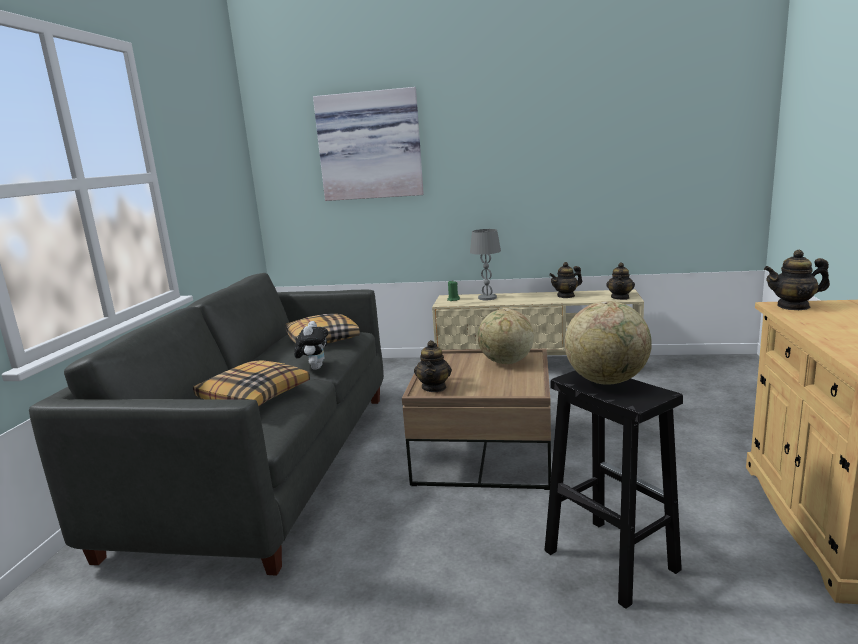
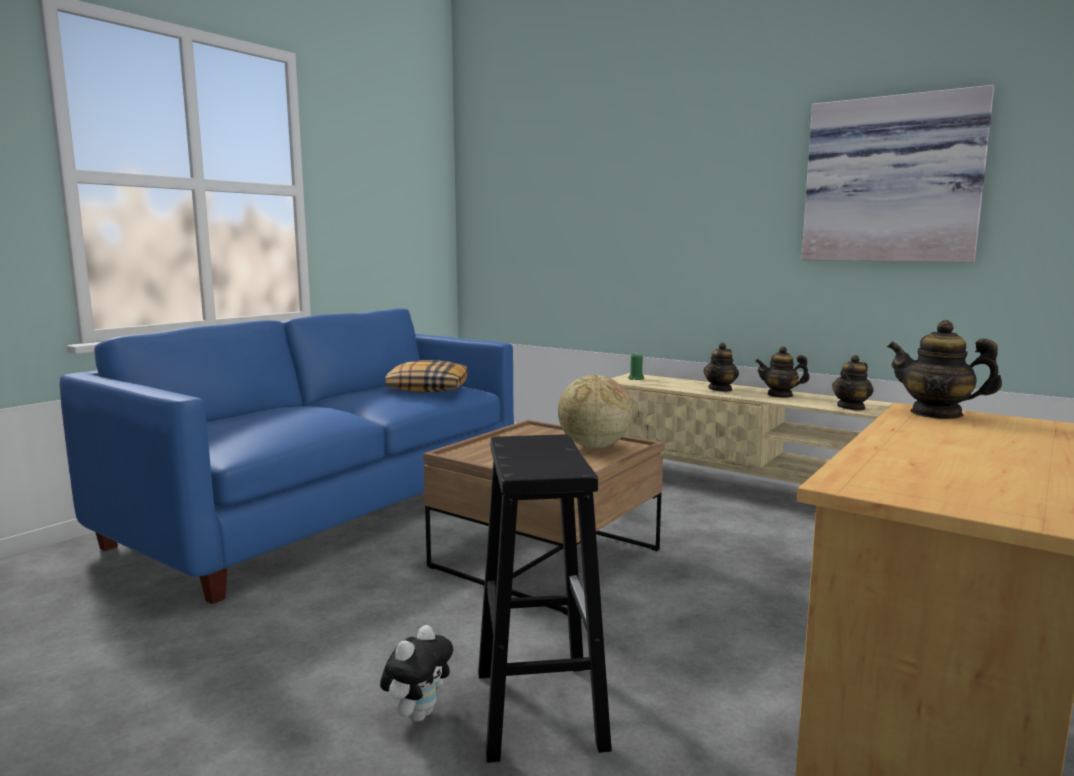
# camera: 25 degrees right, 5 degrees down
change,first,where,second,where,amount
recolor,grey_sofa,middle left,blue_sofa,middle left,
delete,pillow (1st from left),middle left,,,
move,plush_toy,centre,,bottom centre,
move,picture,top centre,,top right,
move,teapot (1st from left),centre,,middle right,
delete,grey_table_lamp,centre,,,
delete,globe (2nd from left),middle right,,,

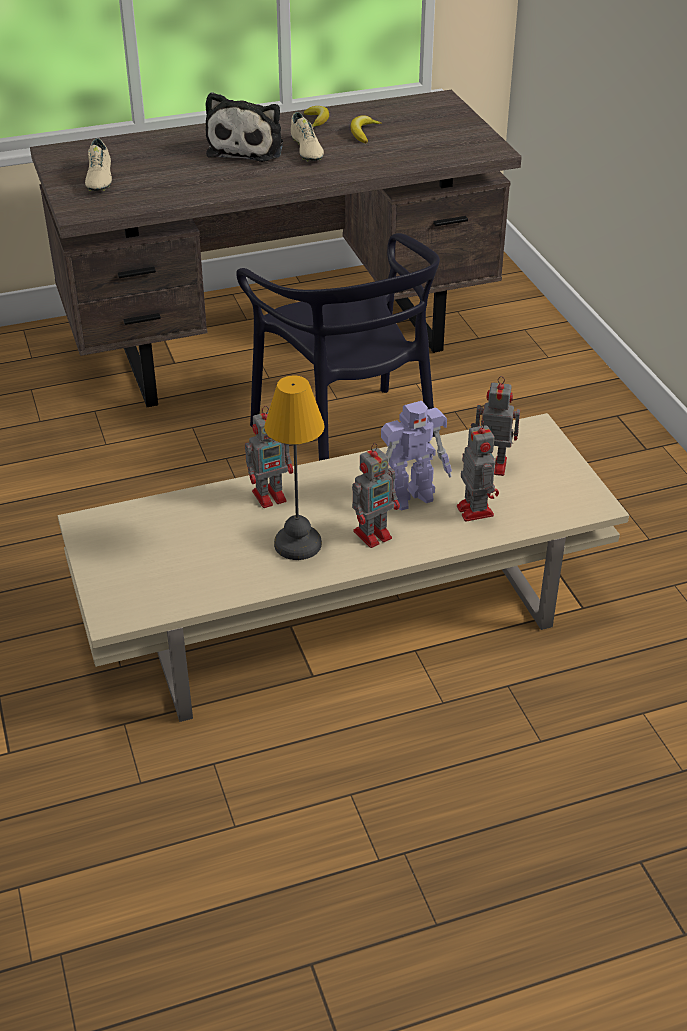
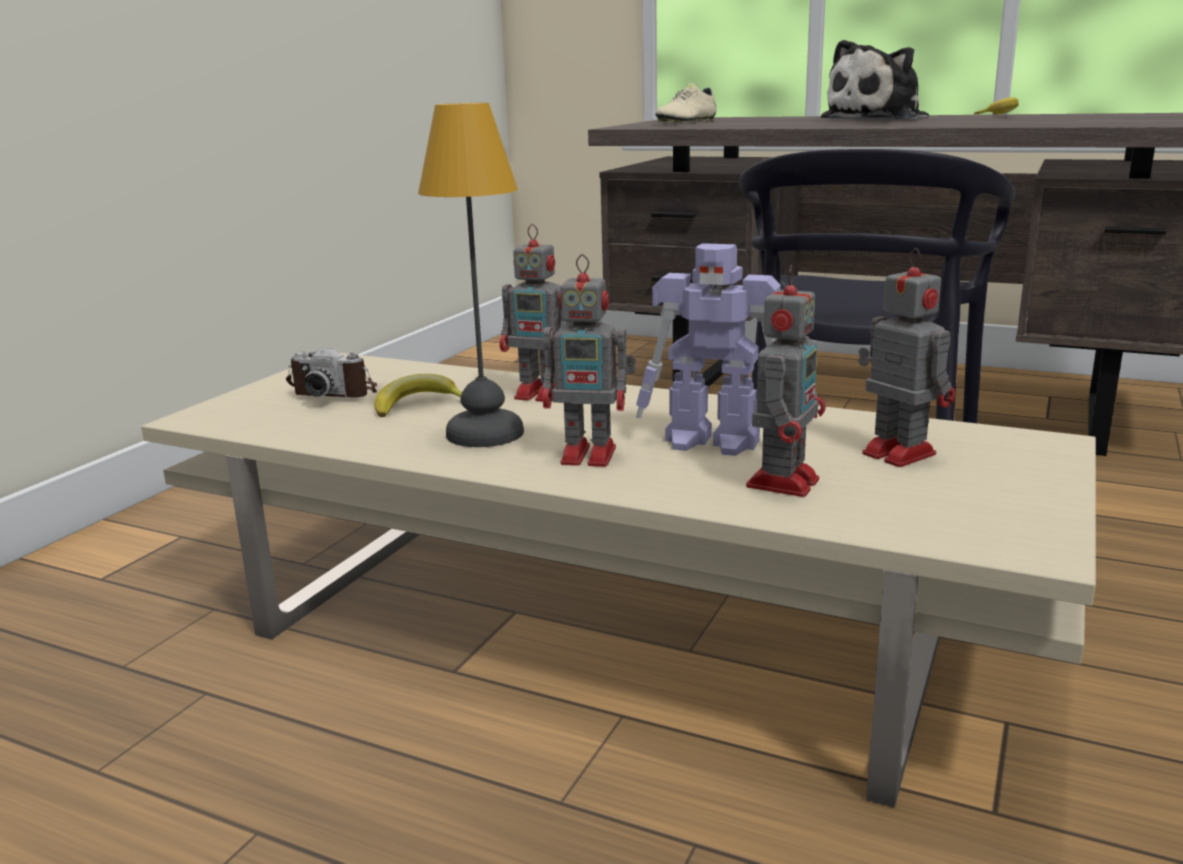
# camera: 45 degrees right, 20 degrees down
change,first,where,second,where,amount
delete,beige_shoe (2nd from left),top centre,,,
move,banana (2nd from left in the first image),top centre,banana (1st from left),centre,
insert,,,photo_camera,middle left,

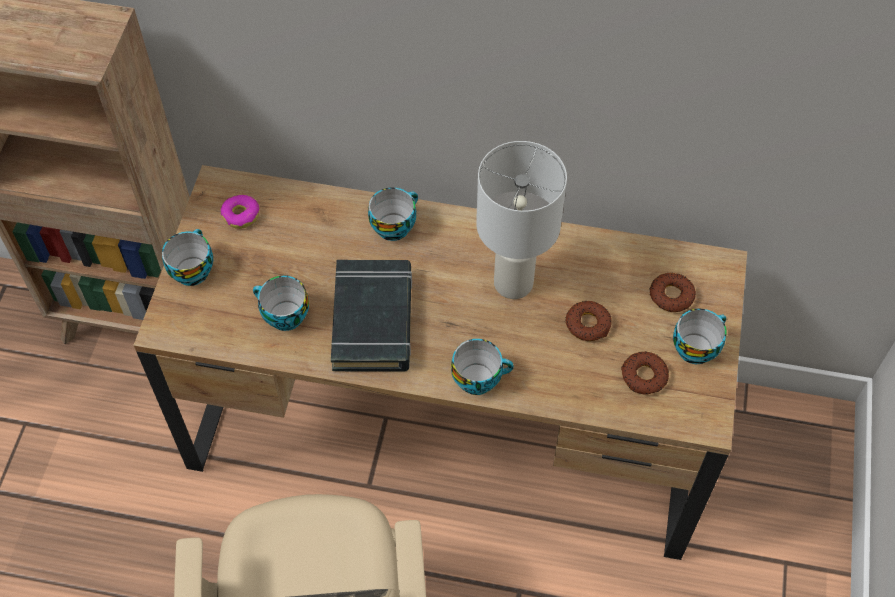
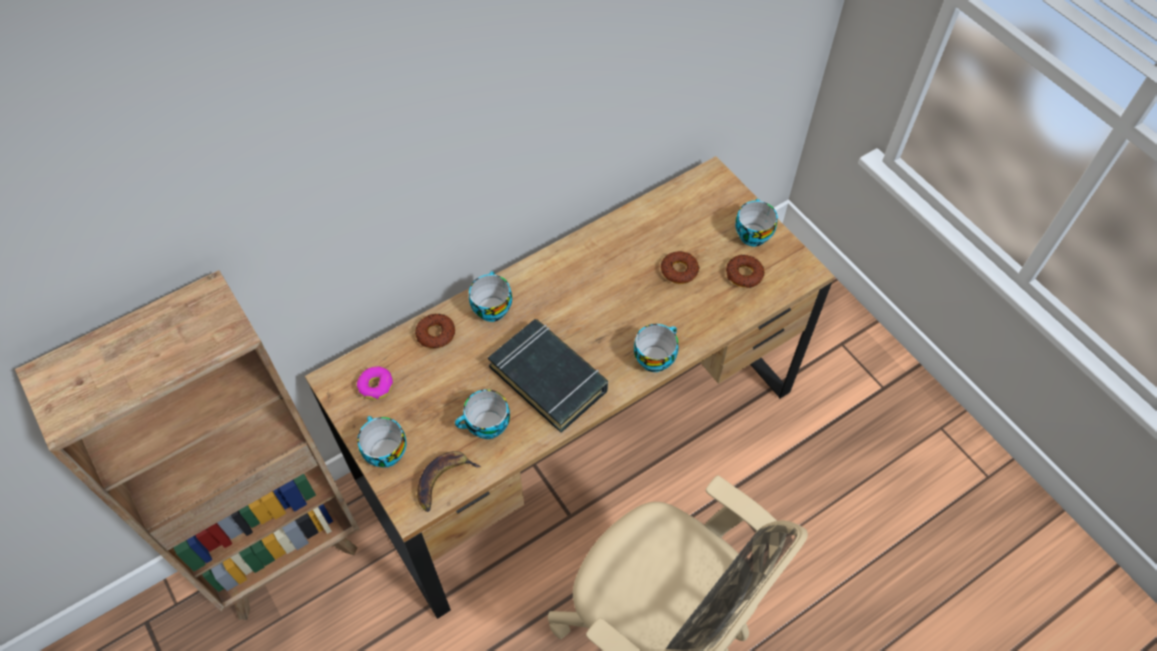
# camera: 45 degrees left, 0 degrees up
change,first,where,second,where,amount
delete,white_table_lamp,centre,,,
move,donut (4th from left in the first image),middle right,donut (2nd from left),centre,
insert,,,banana,bottom centre,

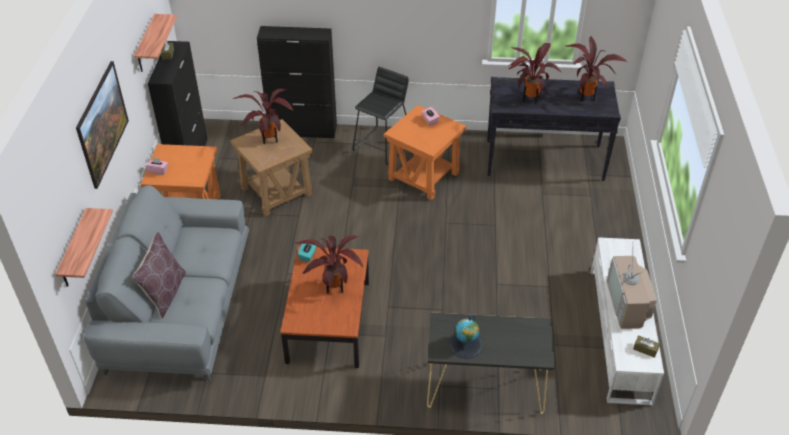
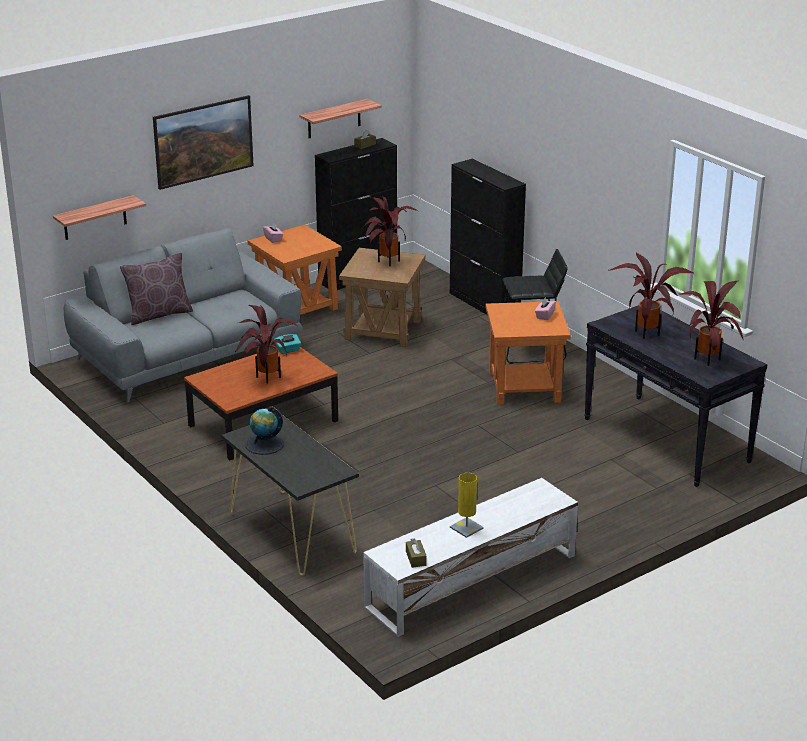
# camera: 50 degrees right, 15 degrees down
change,first,where,second,where,amount
replace,television,bottom right,yellow_table_lamp,bottom centre,

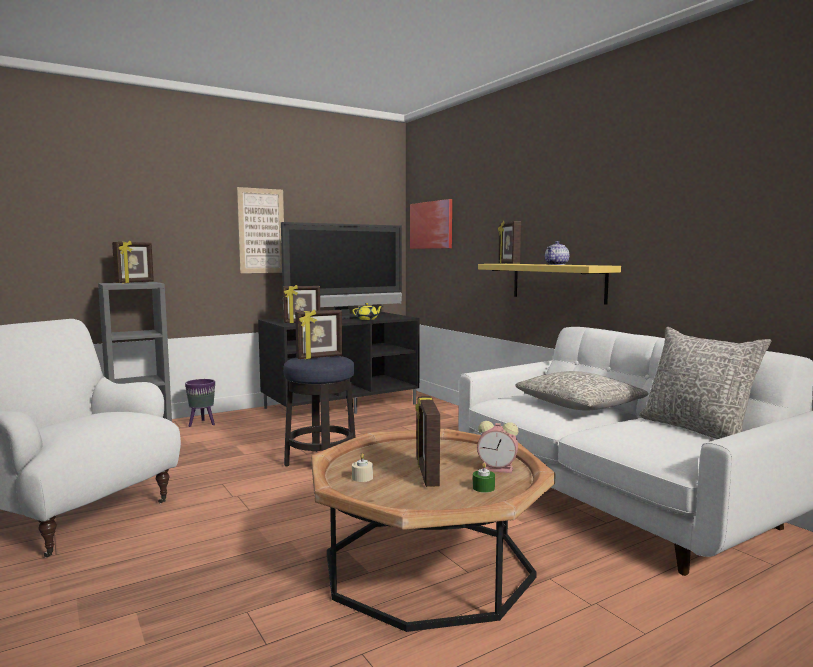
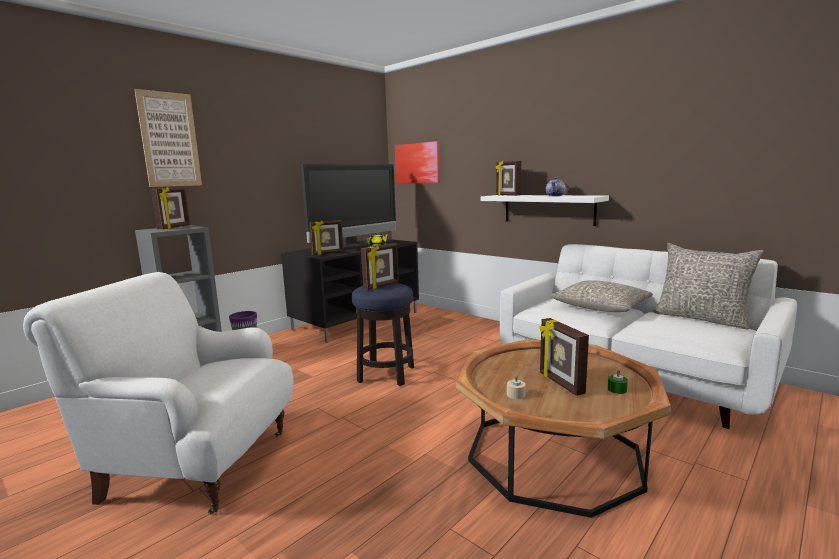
# camera: 15 degrees left, 5 degrees up
change,first,where,second,where,amount
move,picture (1st from left),middle left,,top left,
delete,alarm_clock,bottom centre,,,
recolor,yellow_shelf,middle right,white_shelf,centre,

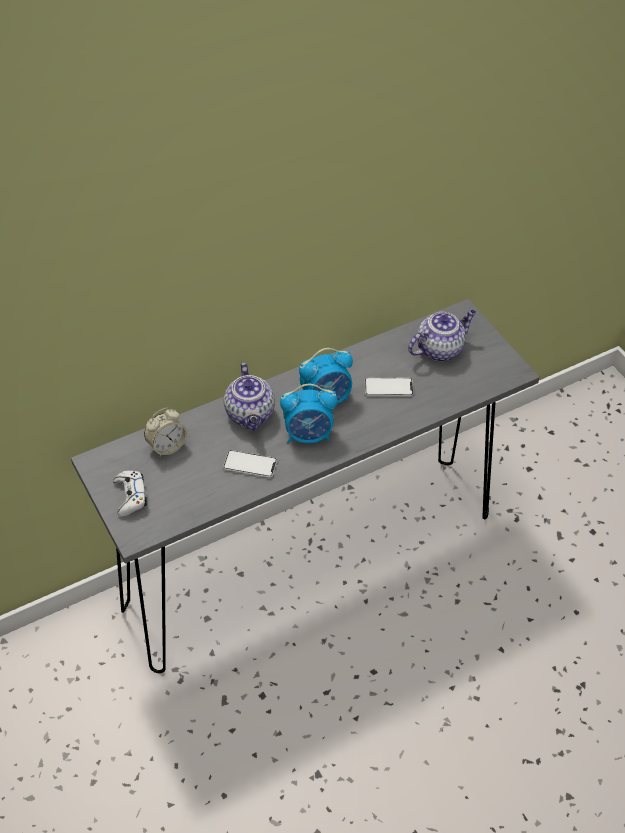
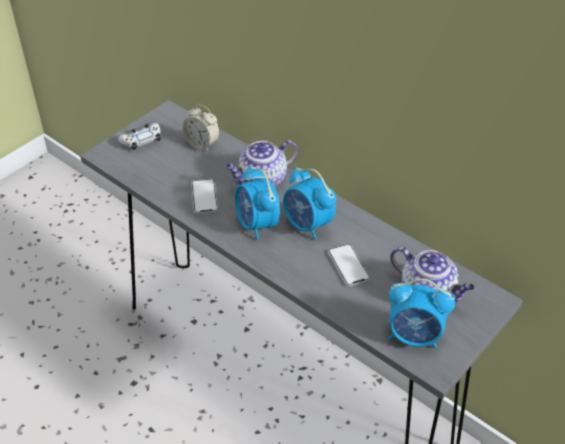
# camera: 70 degrees right, 5 degrees down
change,first,where,second,where,amount
insert,,,alarm_clock (4th from left),bottom right,

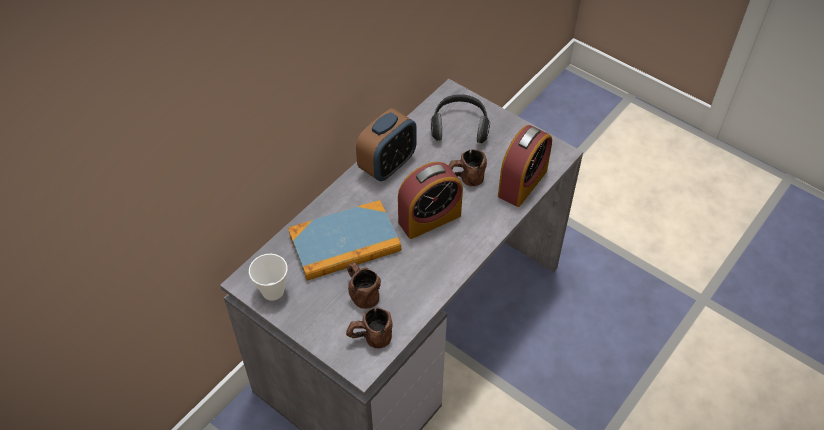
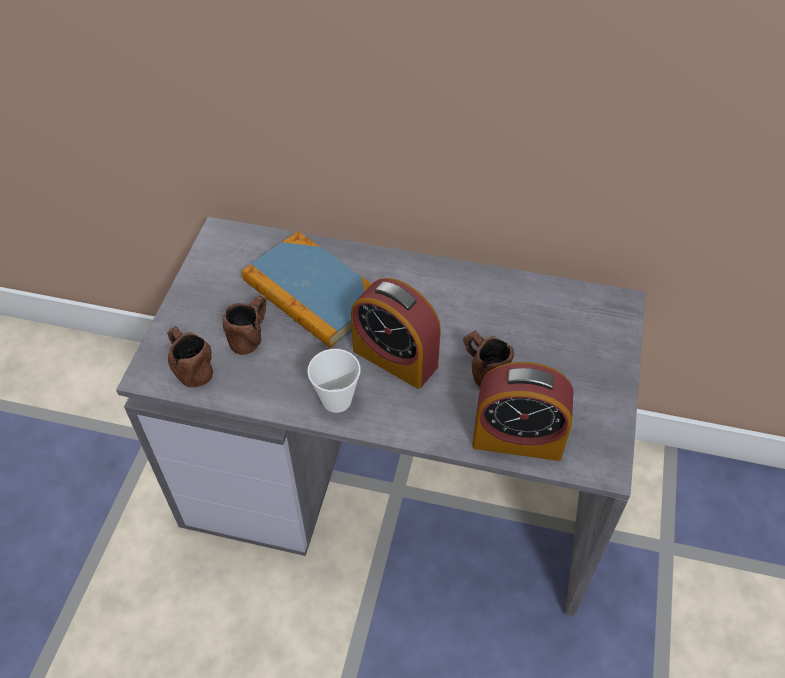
# camera: 65 degrees right, 0 degrees up
change,first,where,second,where,amount
move,cup,middle left,,centre,
delete,alarm_clock (1st from left),centre,,,
delete,headphones,top centre,,,

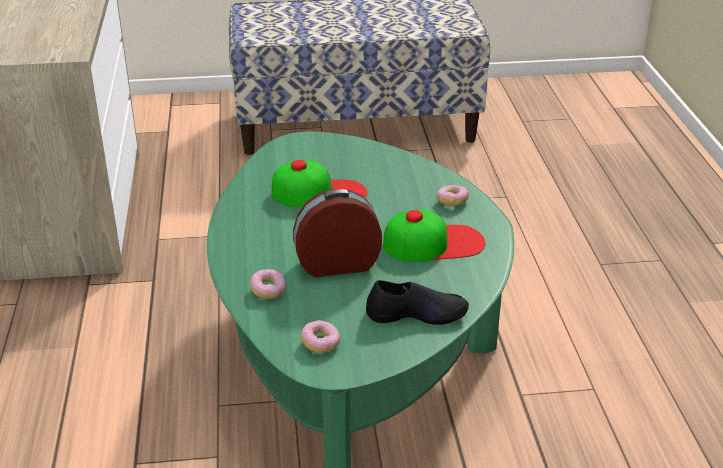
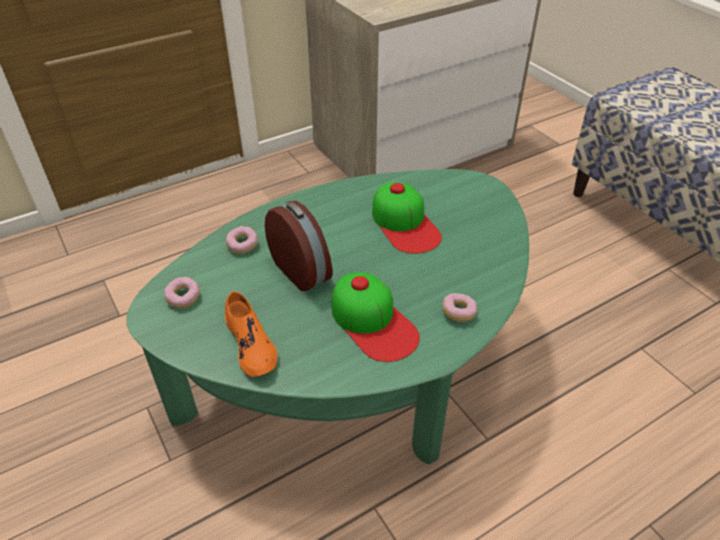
# camera: 65 degrees right, 10 degrees up
change,first,where,second,where,amount
recolor,black_shoe,centre,orange_shoe,centre,

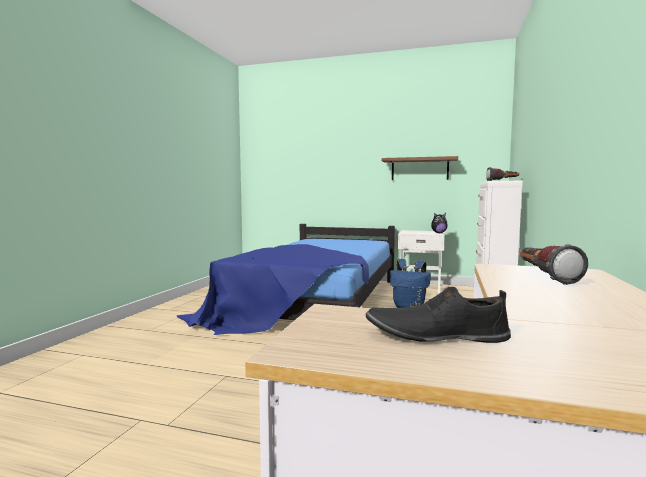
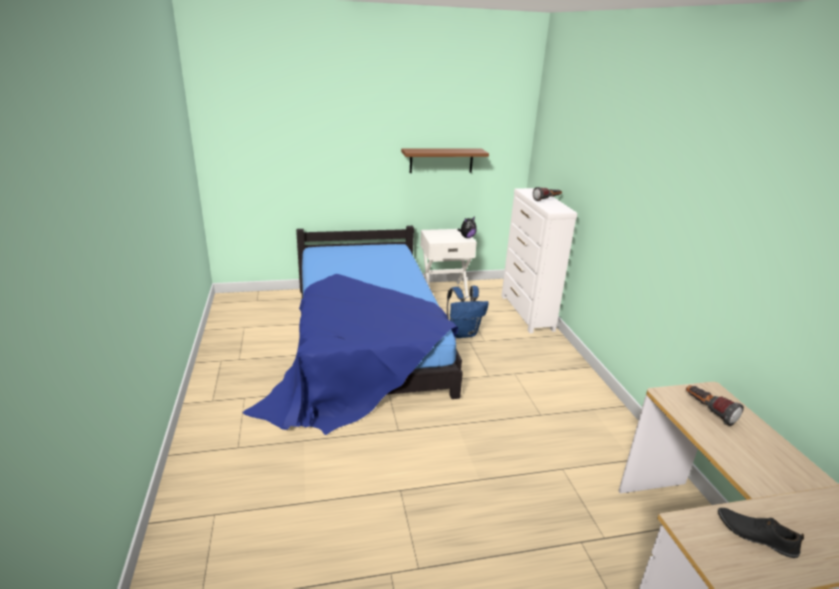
# camera: 30 degrees left, 20 degrees up
change,first,where,second,where,amount
rotate,black_shoe,middle right,,bottom right,60 degrees clockwise

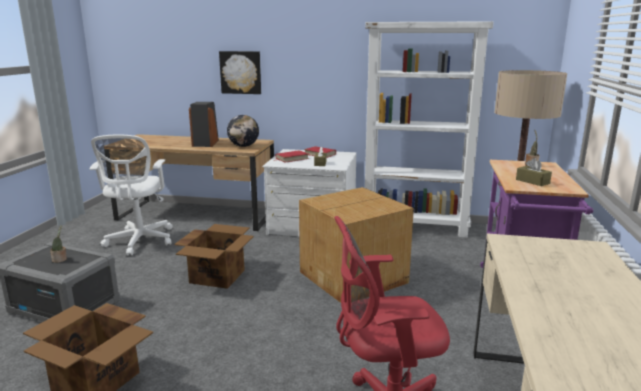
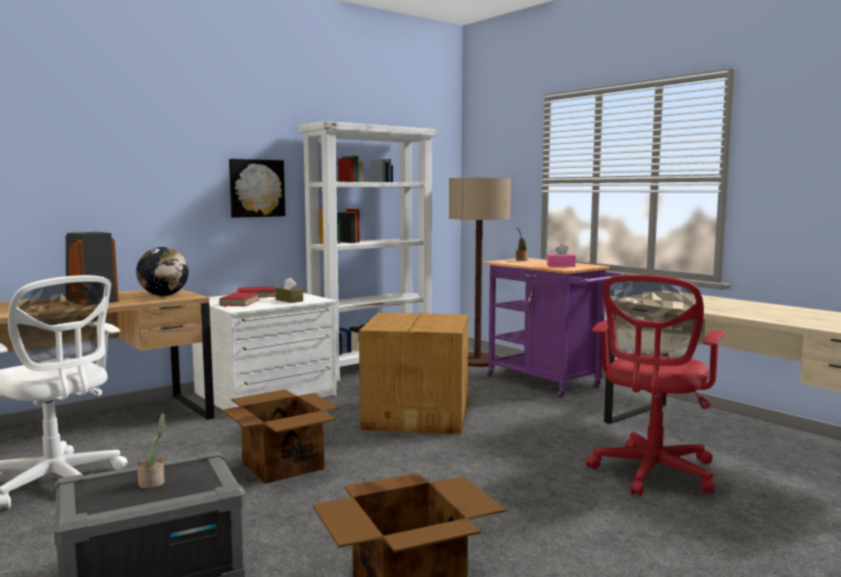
# camera: 50 degrees left, 10 degrees down
change,first,where,second,where,amount
move,picture,top centre,,top left,
recolor,brown_tissue_box (2nd from left),middle right,pink_tissue_box,middle right,

